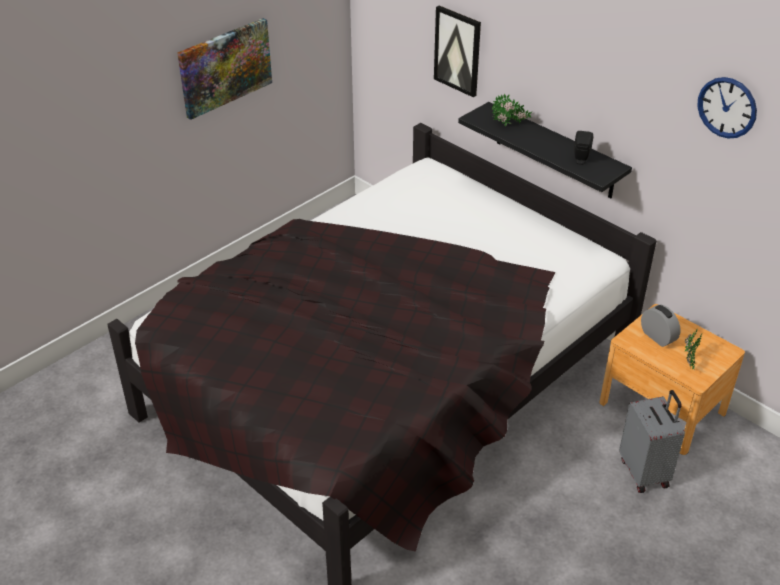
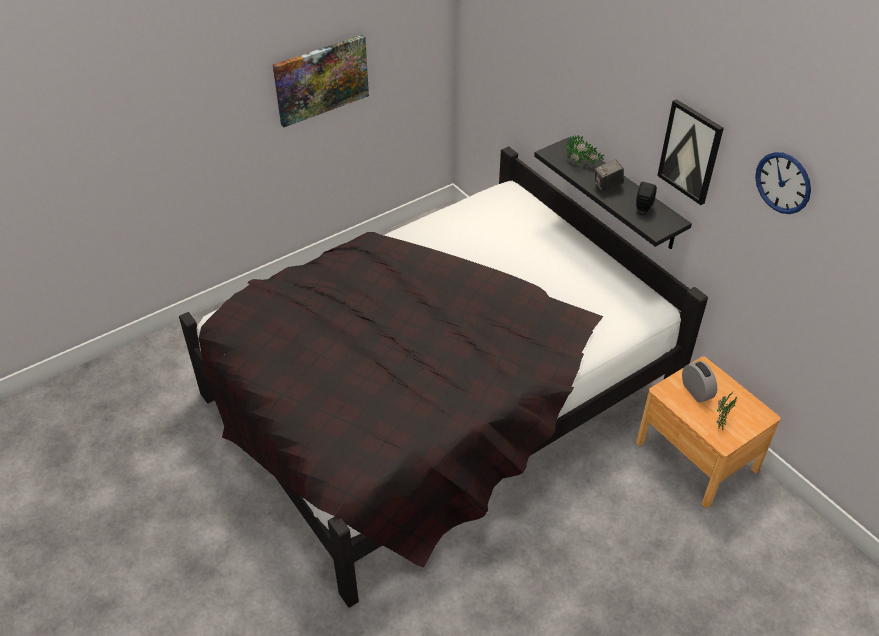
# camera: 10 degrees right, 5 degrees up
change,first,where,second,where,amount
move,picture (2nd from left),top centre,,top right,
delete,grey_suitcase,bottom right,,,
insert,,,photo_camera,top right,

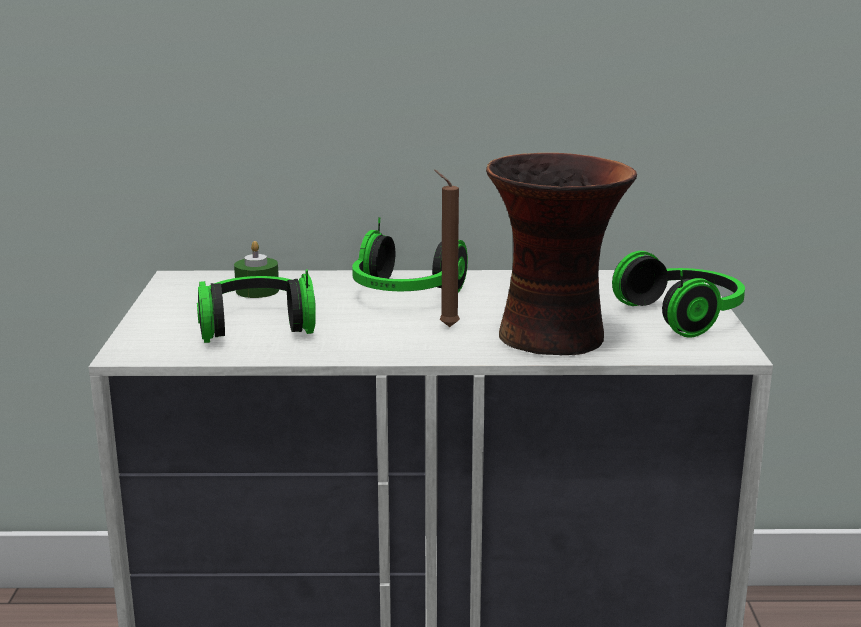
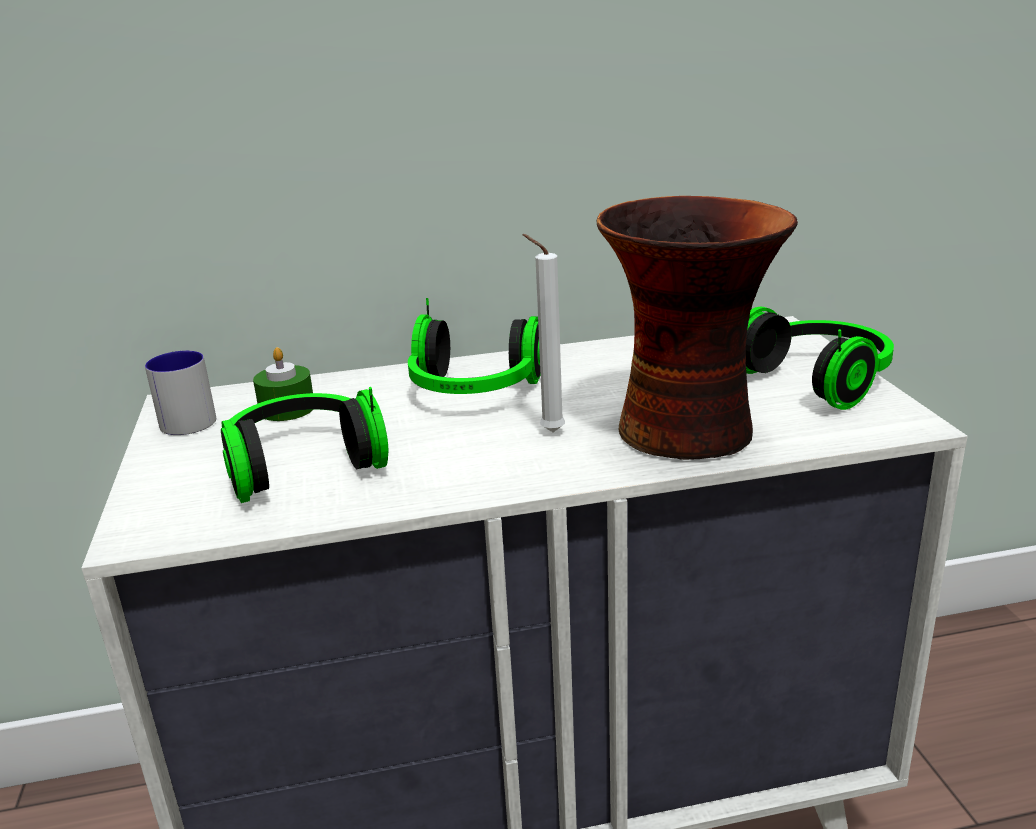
# camera: 10 degrees left, 5 degrees up
change,first,where,second,where,amount
recolor,brown_candle,centre,white_candle,centre,
insert,,,mug,middle left,

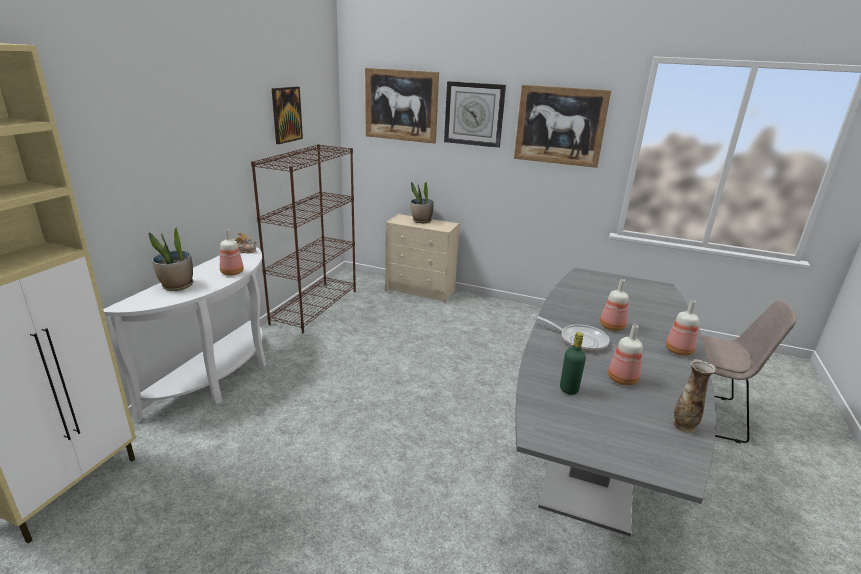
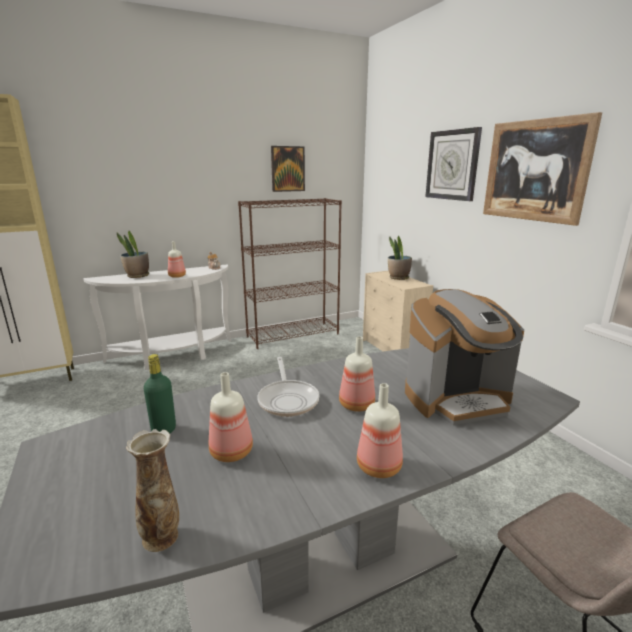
# camera: 45 degrees right, 5 degrees down
change,first,where,second,where,amount
delete,picture (2nd from left),top centre,,,
insert,,,coffee_machine,middle right,

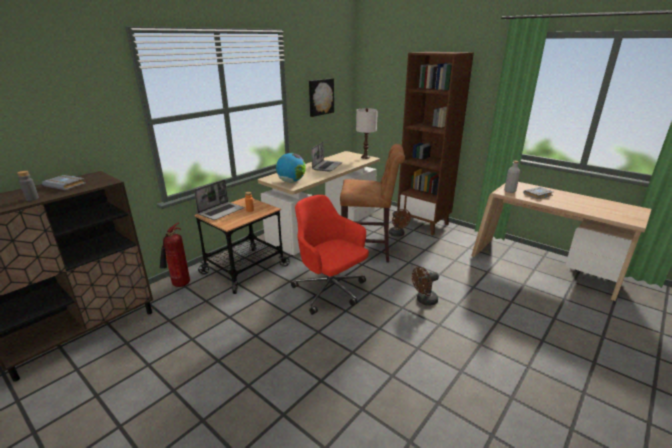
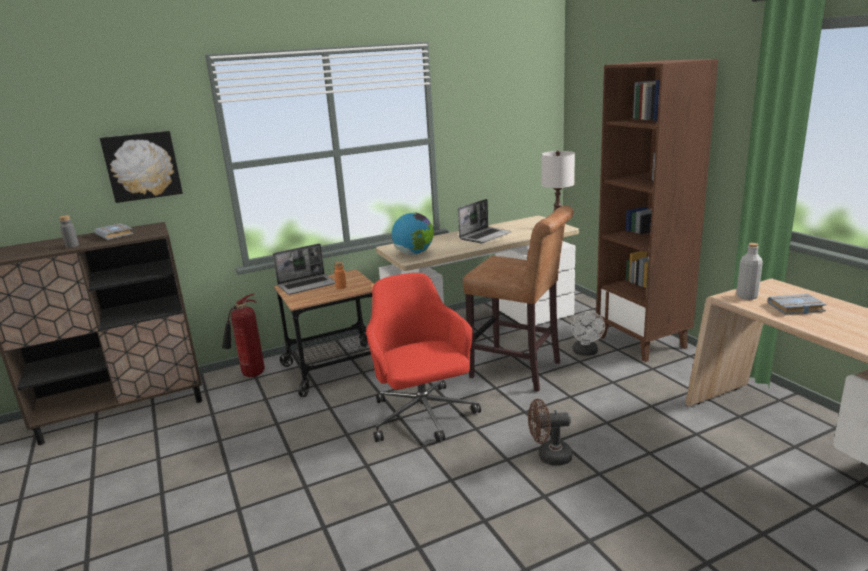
# camera: 25 degrees right, 5 degrees down
change,first,where,second,where,amount
move,picture,top centre,,top left,
recolor,brown_fan (1st from left),centre,white_fan,middle right,

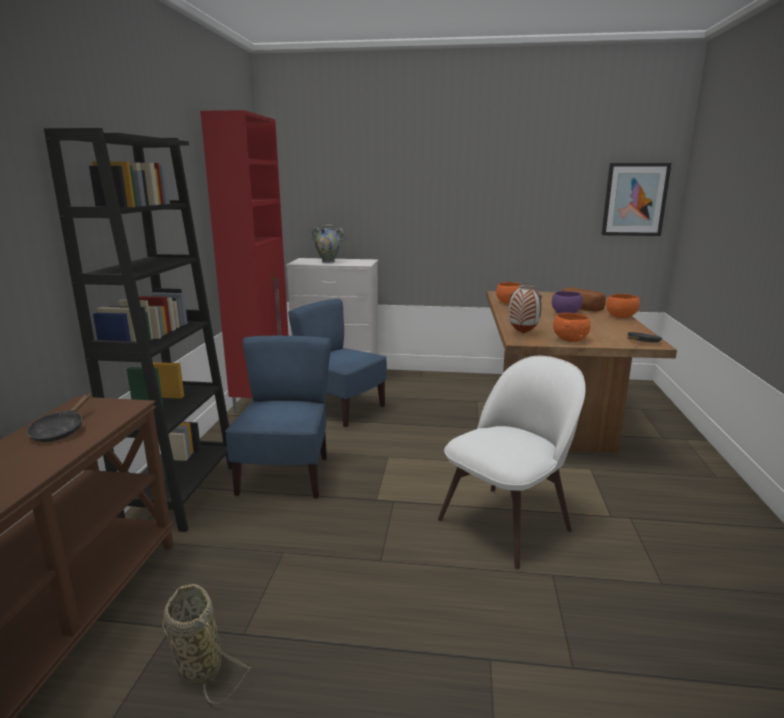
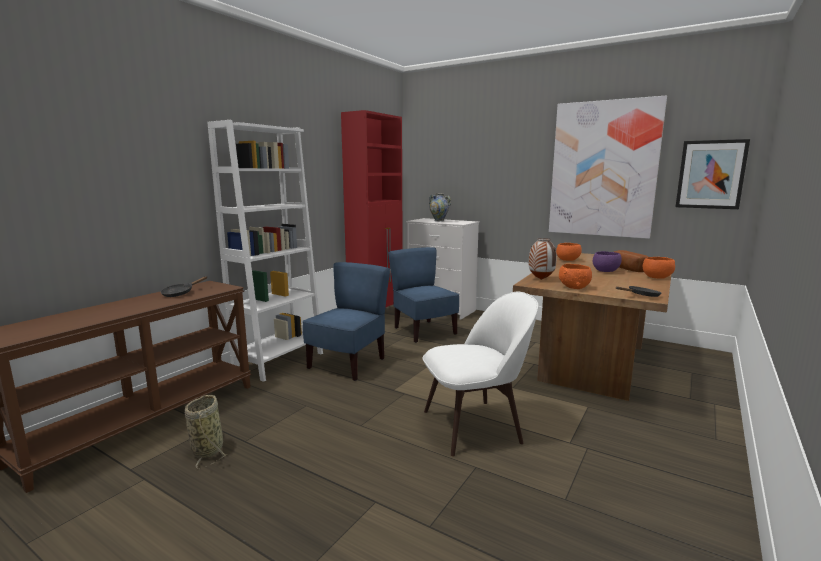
# camera: 25 degrees right, 5 degrees down
change,first,where,second,where,amount
recolor,black_bookcase,middle left,white_bookcase,middle left,
insert,,,picture (1st from left),top right,

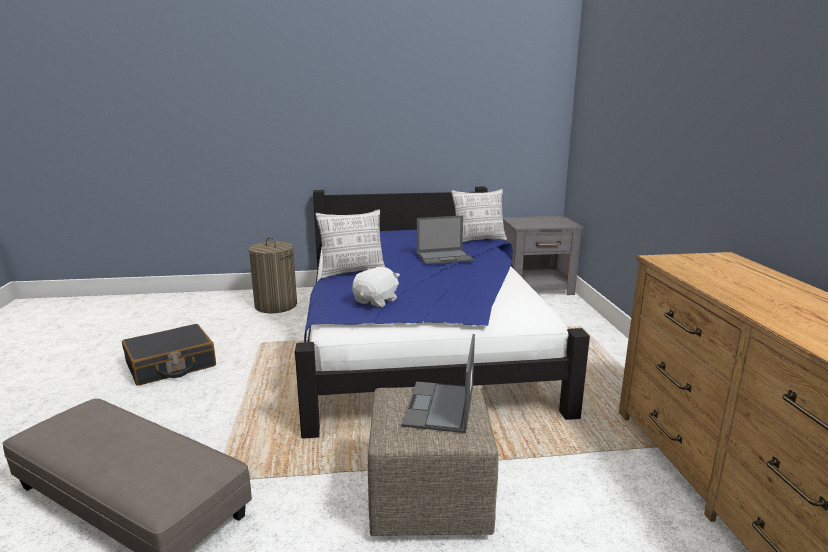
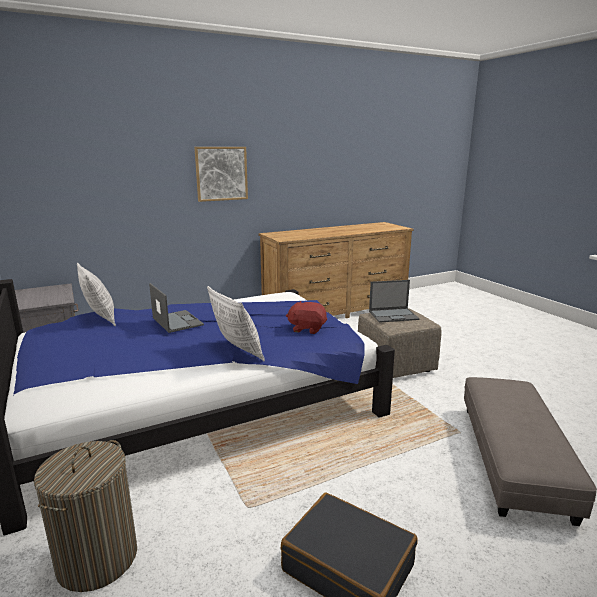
# camera: 110 degrees left, 0 degrees up
change,first,where,second,where,amount
recolor,white_plush_toy,centre,red_plush_toy,centre,
insert,,,picture,top centre,

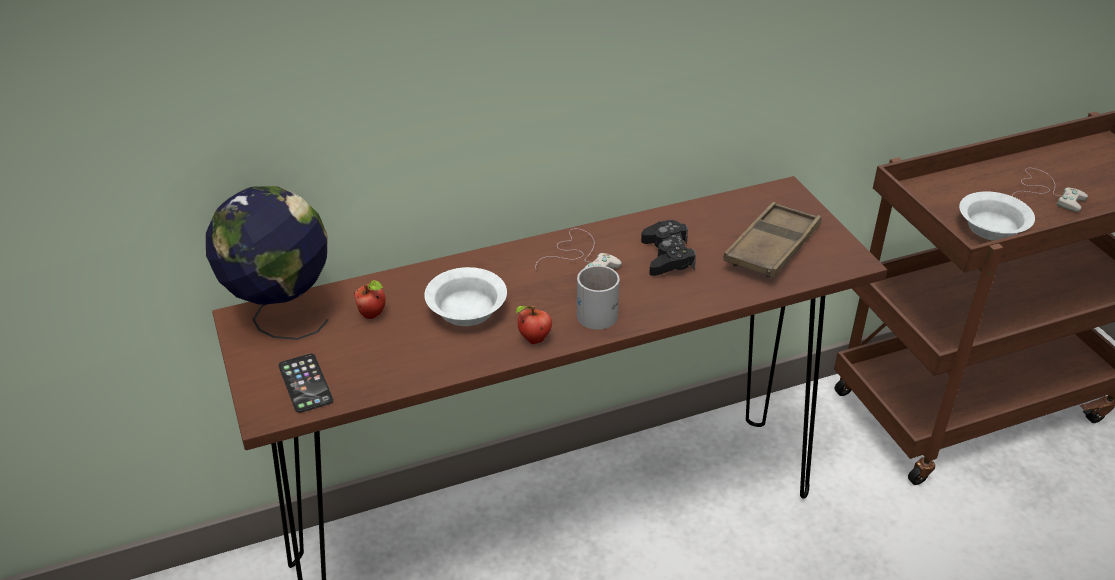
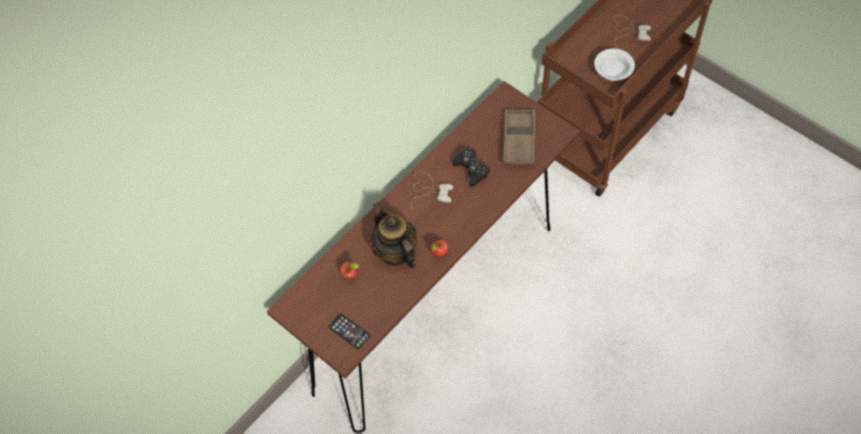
# camera: 25 degrees left, 20 degrees up
change,first,where,second,where,amount
delete,globe,middle left,,,
replace,white_bowl (1st from left),centre,teapot,centre,
delete,white_mug,centre,,,

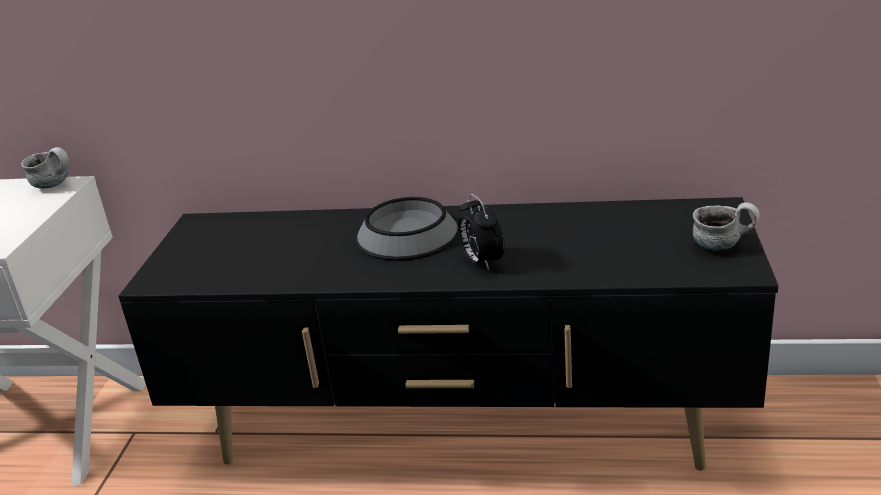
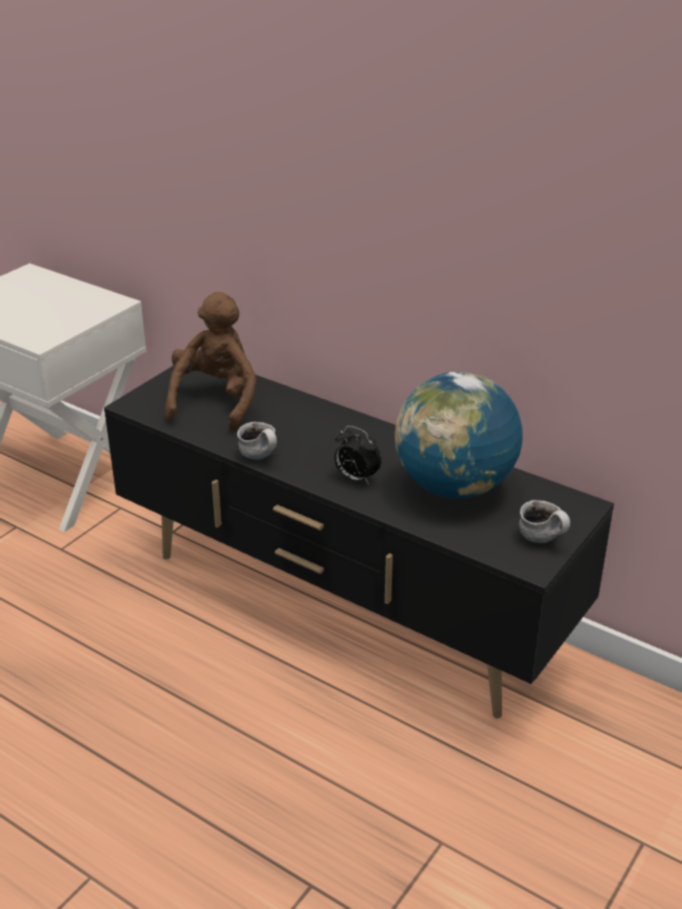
# camera: 25 degrees right, 5 degrees up
change,first,where,second,where,amount
move,mug (1st from left),middle left,,centre,
delete,bowl,centre,,,
rotate,alarm_clock,centre,,centre,60 degrees counterclockwise
insert,,,brown_plush_toy,middle left,
insert,,,globe,middle right,

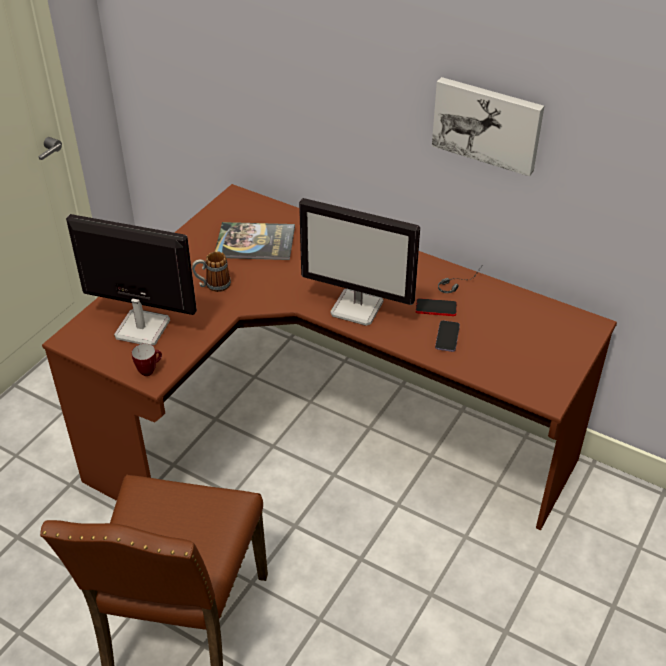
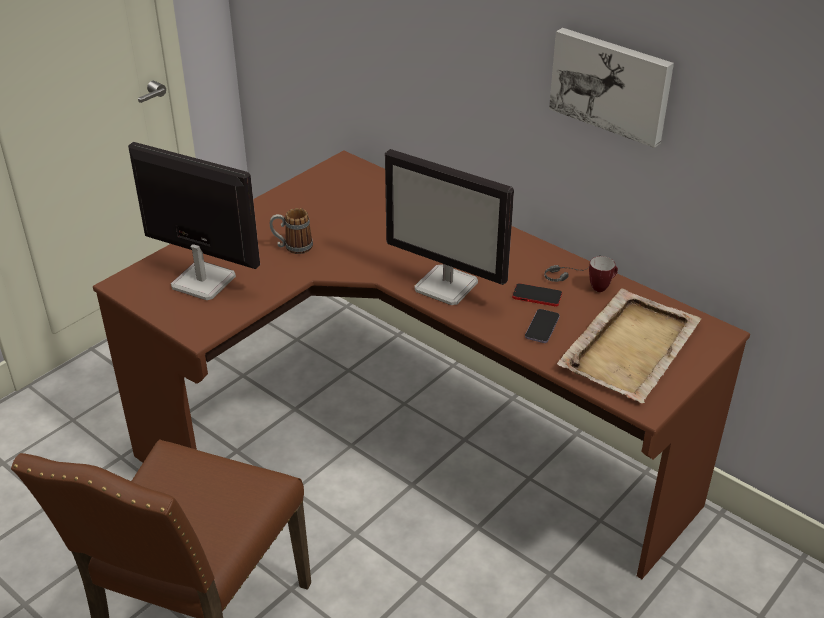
# camera: 10 degrees right, 5 degrees down
change,first,where,second,where,amount
move,mug (1st from left in the first image),middle left,mug (2nd from left),middle right,
delete,book,centre,,,
insert,,,beige_tray,middle right,

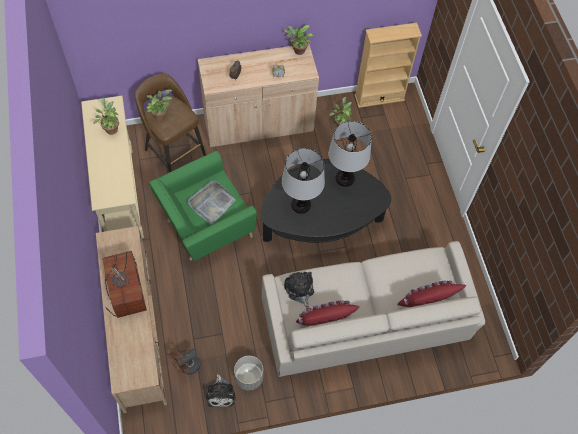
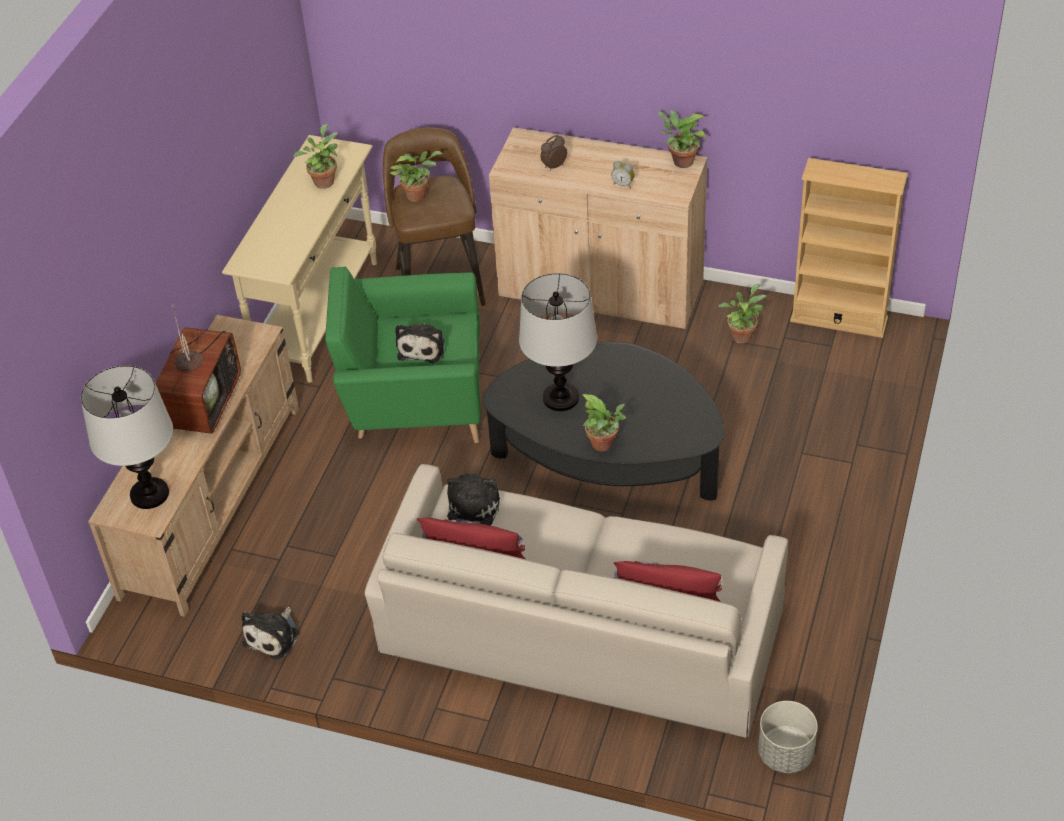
# camera: 35 degrees right, 15 degrees down
change,first,where,second,where,amount
delete,brown_fan,bottom left,,,
replace,grey_tray,centre,plush_toy (2nd from left),centre,
move,grey_planter,bottom centre,,bottom right,
move,table_lamp (2nd from left in the first image),centre,table_lamp (1st from left),middle left,
insert,,,potted_plant (3rd from left),centre,

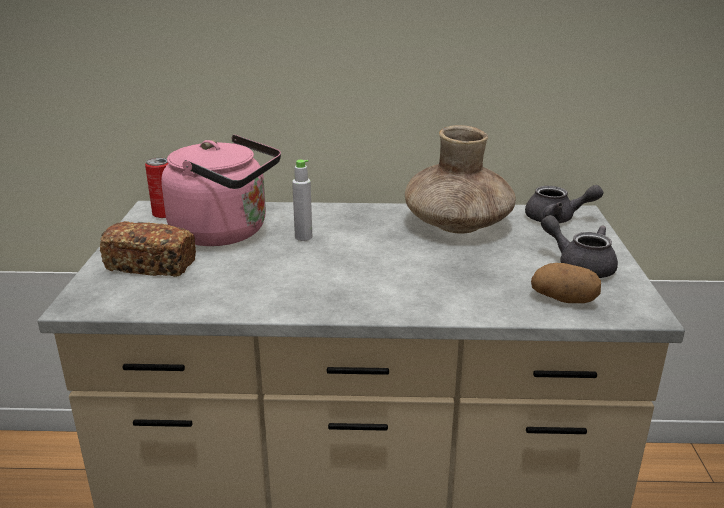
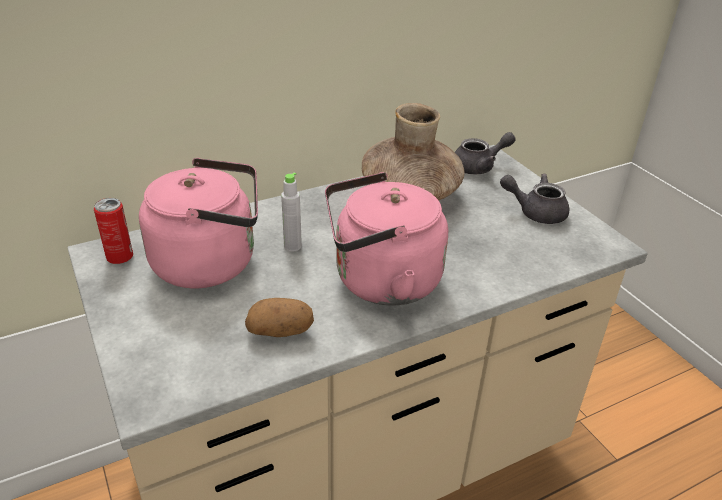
# camera: 30 degrees left, 10 degrees up
change,first,where,second,where,amount
delete,bread,middle left,,,
move,potato,middle right,,centre,
insert,,,pink_kettle (2nd from left),centre,

